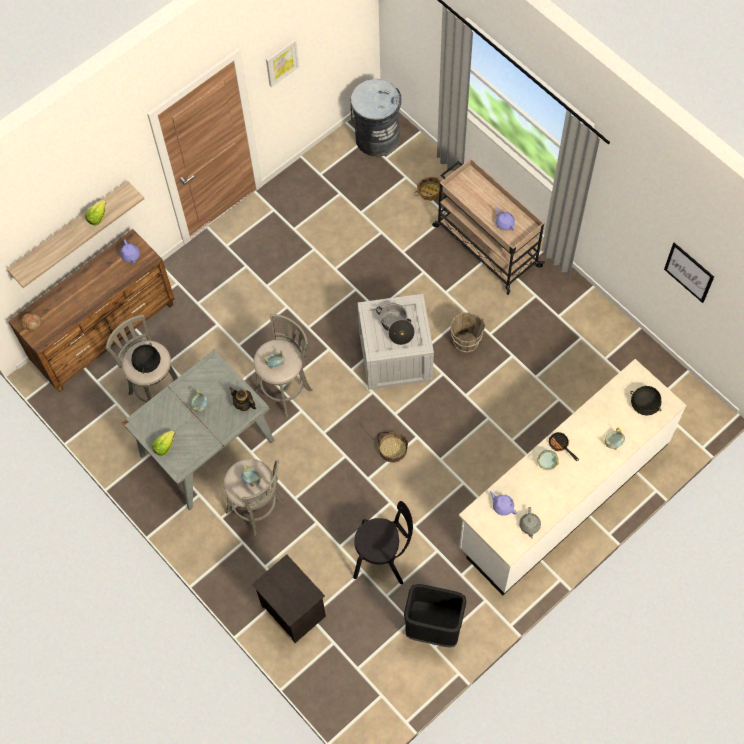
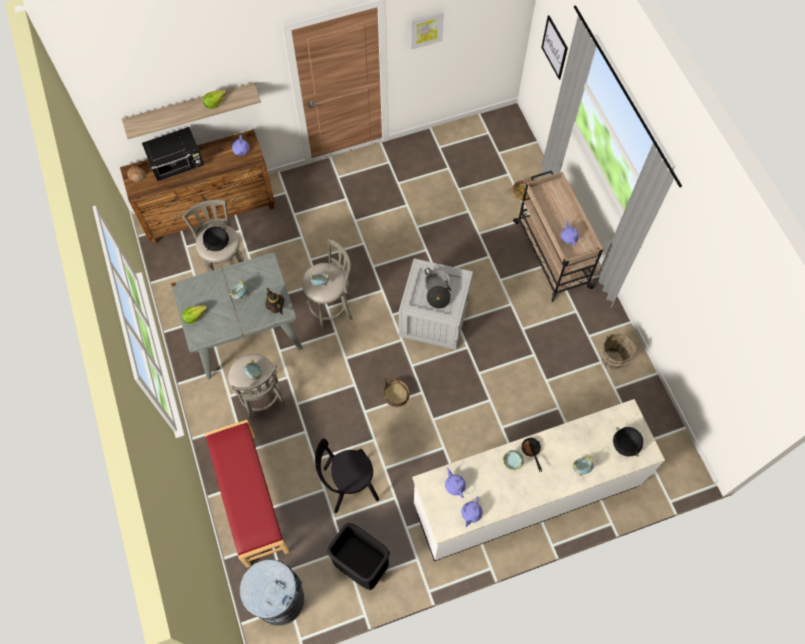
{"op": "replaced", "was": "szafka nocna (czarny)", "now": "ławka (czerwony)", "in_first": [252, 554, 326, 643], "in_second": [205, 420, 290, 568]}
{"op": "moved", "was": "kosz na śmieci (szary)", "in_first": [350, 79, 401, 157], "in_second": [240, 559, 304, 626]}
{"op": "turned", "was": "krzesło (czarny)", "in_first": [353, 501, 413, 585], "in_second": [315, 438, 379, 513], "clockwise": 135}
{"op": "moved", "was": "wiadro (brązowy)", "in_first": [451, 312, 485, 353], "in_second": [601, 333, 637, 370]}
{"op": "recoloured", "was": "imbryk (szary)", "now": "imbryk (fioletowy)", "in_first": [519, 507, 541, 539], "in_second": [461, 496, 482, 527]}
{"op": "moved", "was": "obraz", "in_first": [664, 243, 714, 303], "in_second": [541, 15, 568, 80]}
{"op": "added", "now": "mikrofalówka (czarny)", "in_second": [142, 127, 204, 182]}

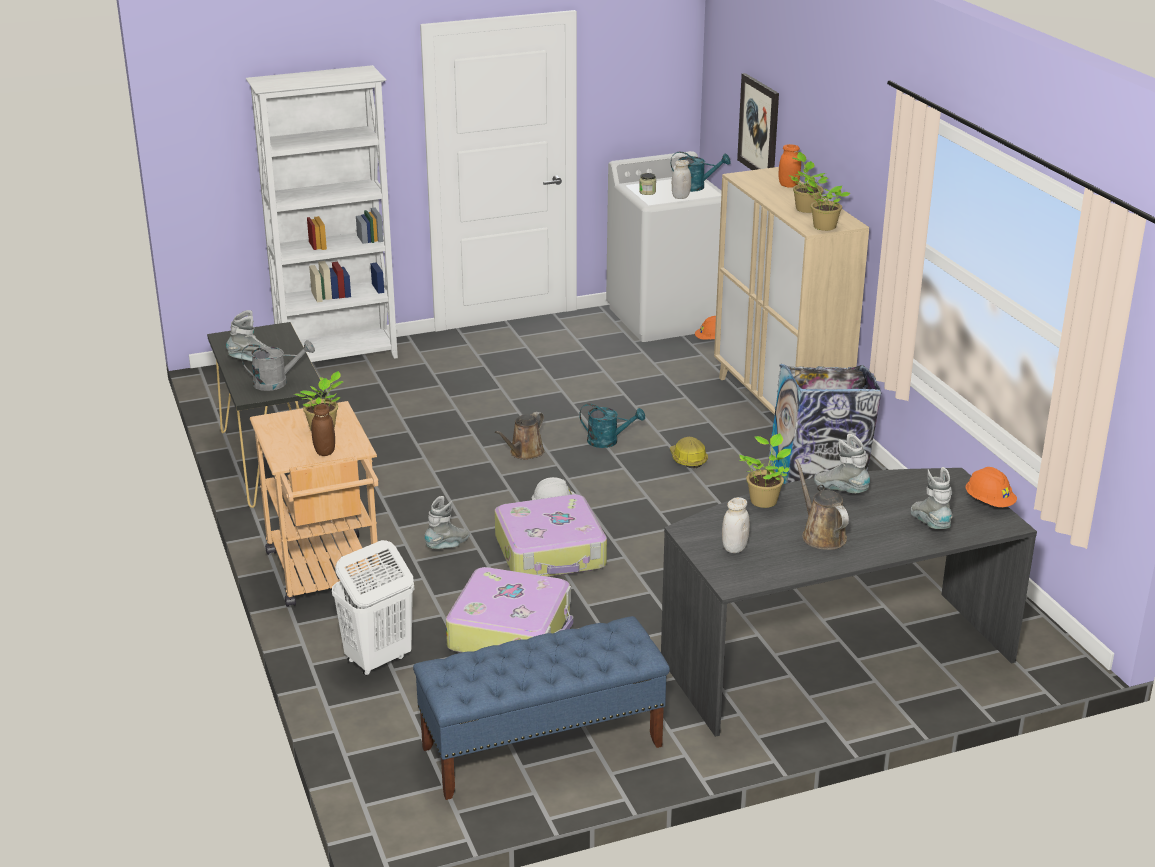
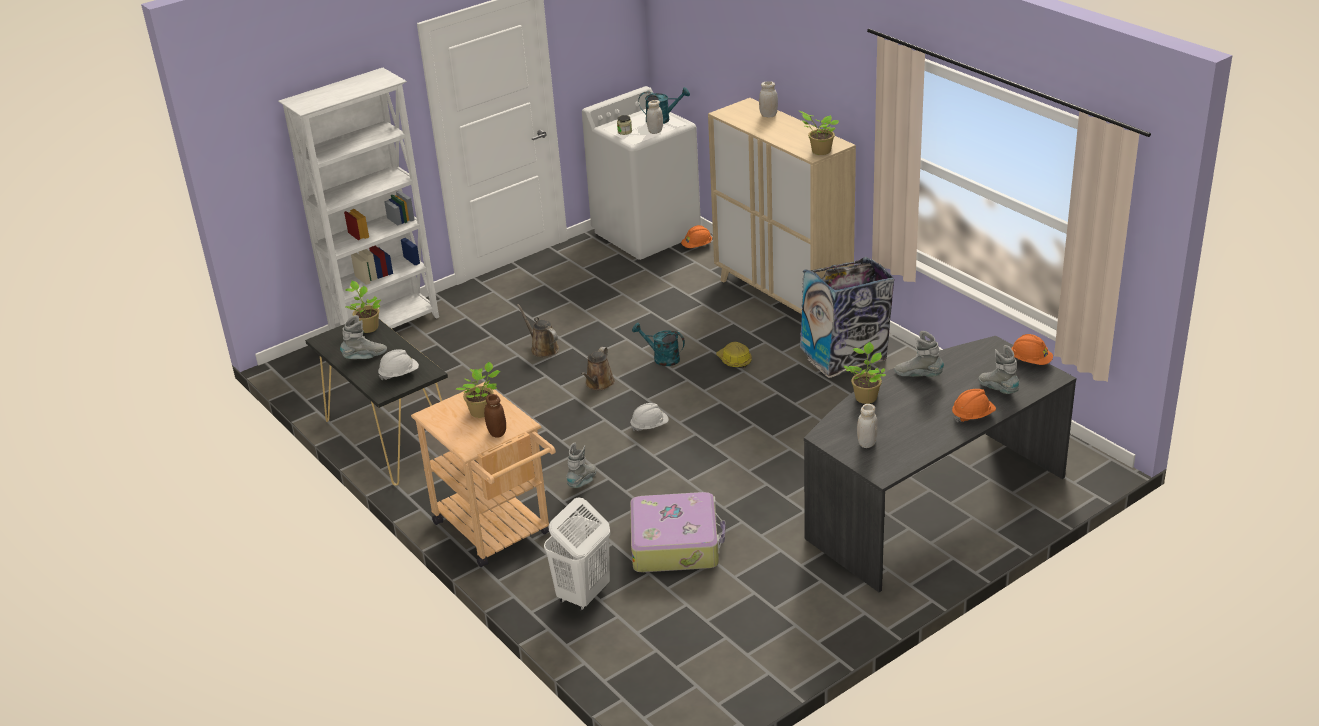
{"op": "replaced", "was": "konewka (szary)", "now": "kask (biały)", "in_first": [241, 340, 315, 391], "in_second": [378, 349, 419, 380]}
{"op": "removed", "was": "ławka (niebieski)", "in_first": [413, 616, 670, 800]}
{"op": "removed", "was": "walizka", "in_first": [495, 494, 607, 577]}
{"op": "turned", "was": "konewka (turkusowy)", "in_first": [579, 403, 645, 448], "in_second": [632, 323, 685, 366], "clockwise": -150}
{"op": "removed", "was": "obraz", "in_first": [737, 73, 779, 170]}
{"op": "recoloured", "was": "słoik (pomarańczowy)", "now": "słoik (biały)", "in_first": [779, 144, 801, 188], "in_second": [759, 81, 778, 118]}
{"op": "moved", "was": "roślina doniczkowa", "in_first": [788, 152, 828, 213], "in_second": [345, 281, 381, 333]}
{"op": "moved", "was": "konewka (brązowy)", "in_first": [795, 459, 849, 550], "in_second": [517, 304, 559, 358]}
{"op": "added", "now": "kask (pomarańczowy)", "in_second": [952, 389, 996, 422]}

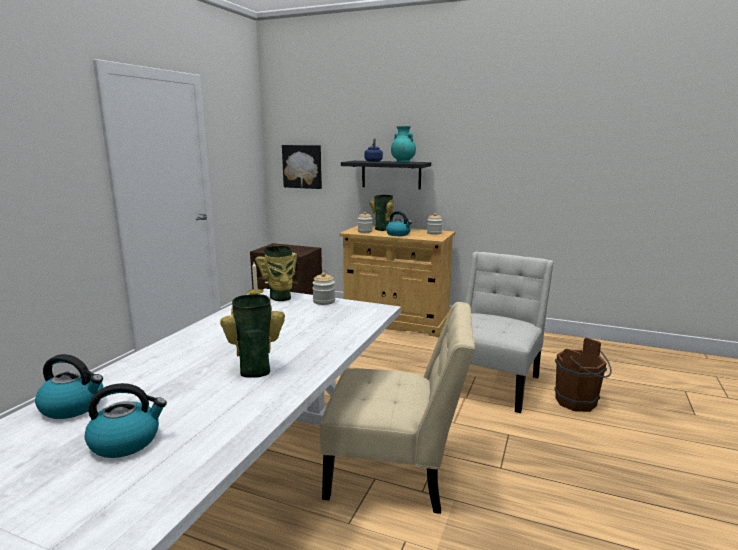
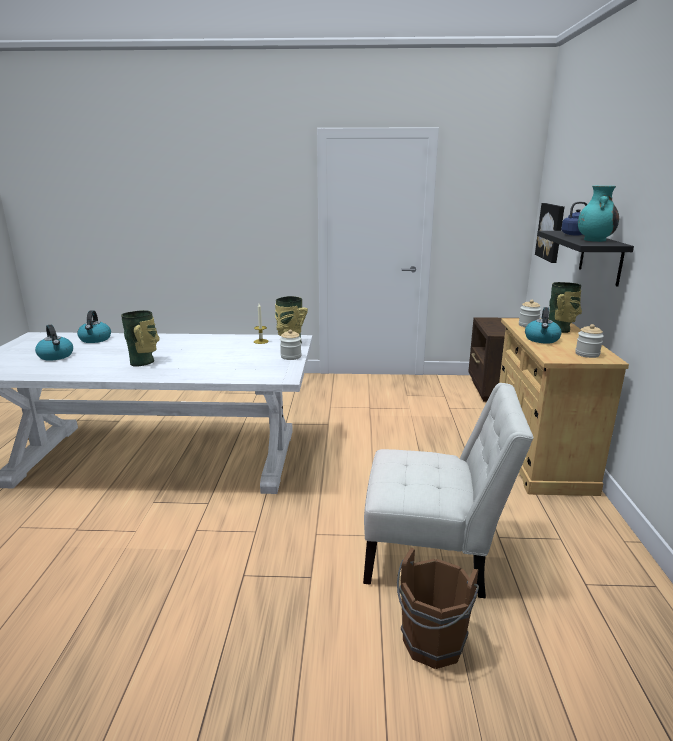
{"op": "removed", "was": "krzesło (beżowy)", "in_first": [320, 302, 475, 514]}

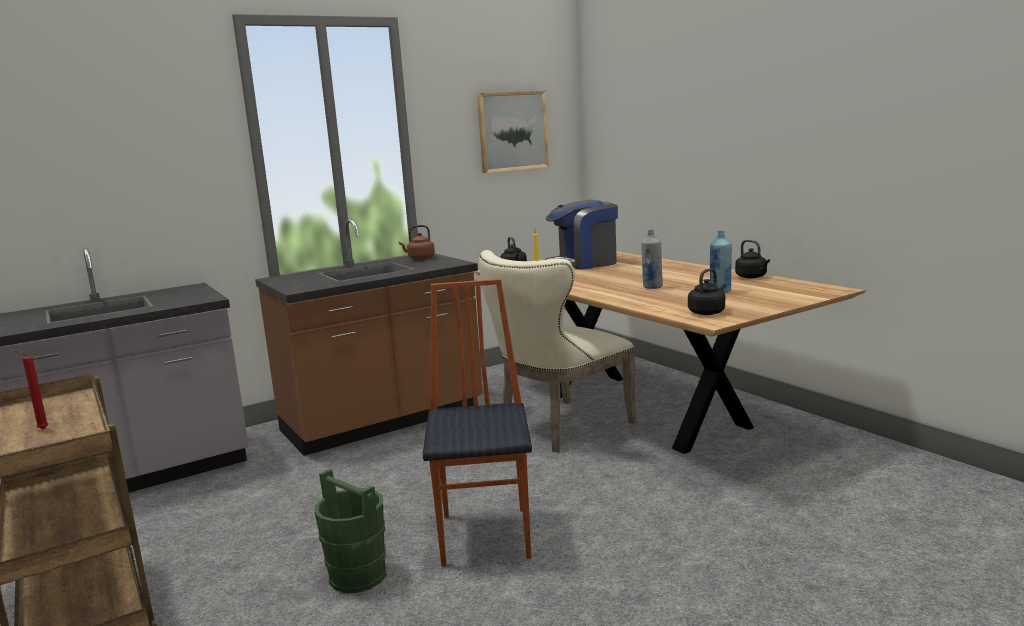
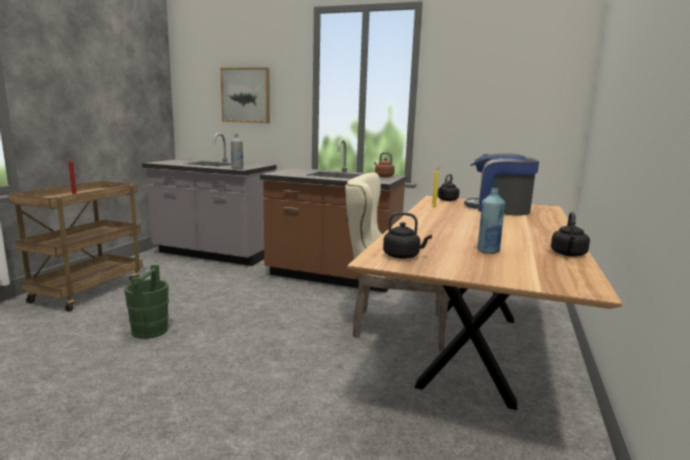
{"op": "removed", "was": "krzesło", "in_first": [423, 279, 532, 566]}
{"op": "moved", "was": "obraz", "in_first": [477, 91, 549, 173], "in_second": [220, 67, 270, 123]}
{"op": "moved", "was": "butelka (szary)", "in_first": [641, 230, 663, 289], "in_second": [231, 134, 243, 169]}

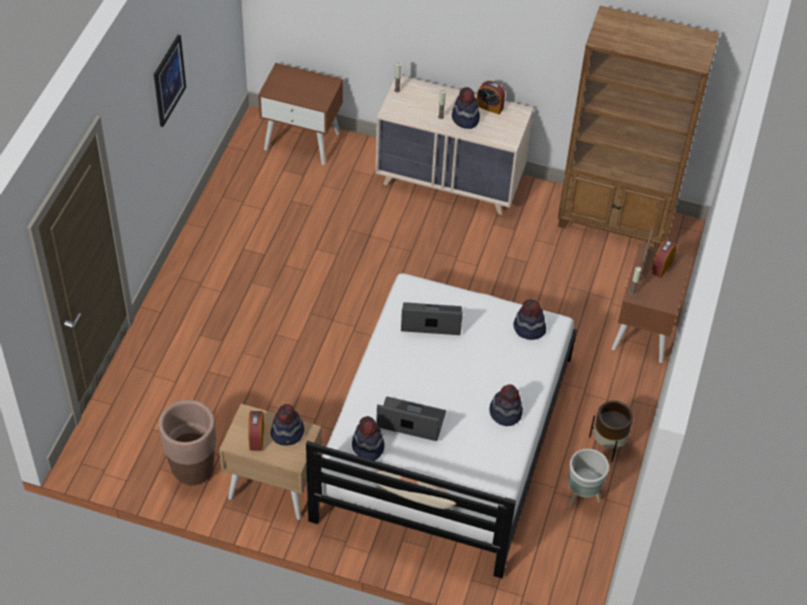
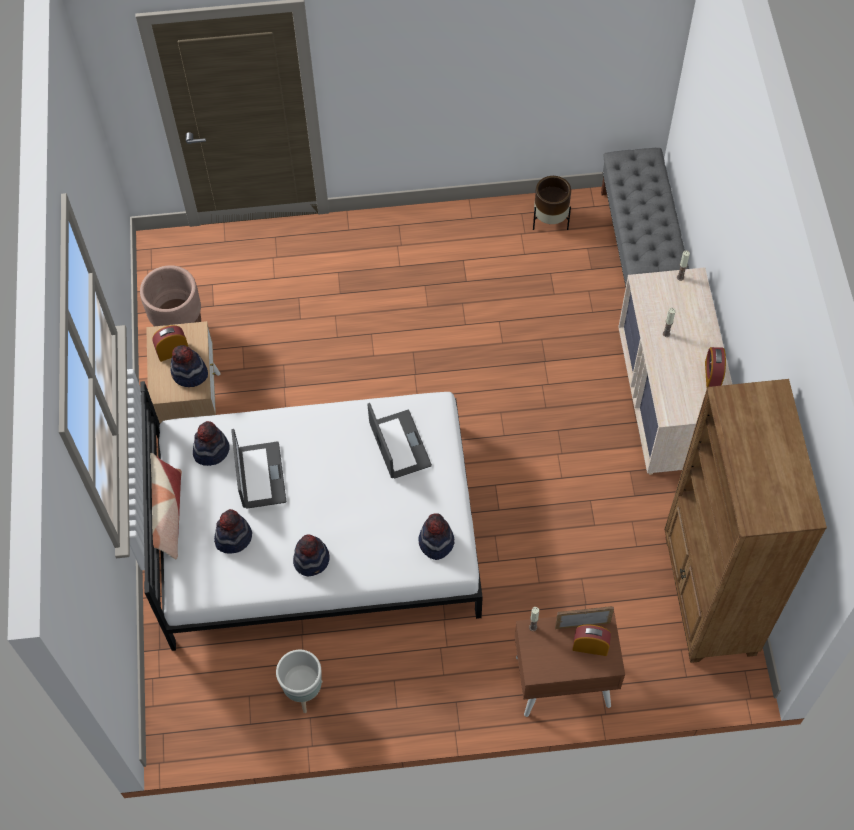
{"op": "removed", "was": "obraz", "in_first": [154, 35, 186, 127]}
{"op": "replaced", "was": "szafka nocna (brązowy)", "now": "ławka (szary)", "in_first": [258, 63, 343, 165], "in_second": [601, 148, 689, 287]}
{"op": "moved", "was": "kapelusz", "in_first": [452, 87, 480, 129], "in_second": [214, 509, 252, 554]}
{"op": "moved", "was": "donica (brązowy)", "in_first": [589, 400, 633, 462], "in_second": [533, 176, 571, 230]}

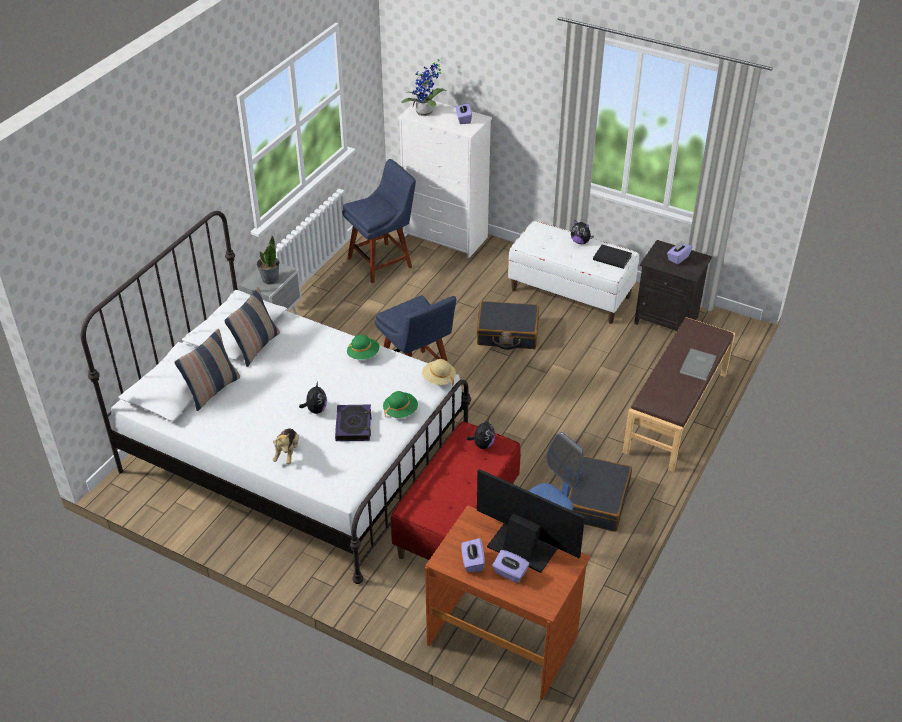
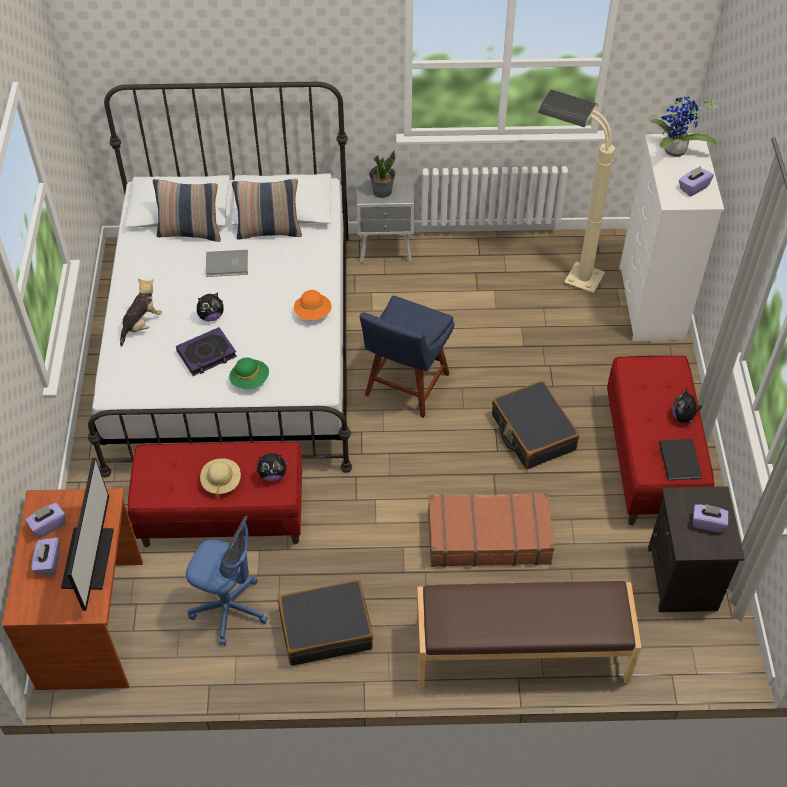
{"op": "turned", "was": "pluszak", "in_first": [273, 429, 299, 464], "in_second": [120, 279, 162, 347], "clockwise": 150}
{"op": "replaced", "was": "krzesło (niebieski)", "now": "lampa stojąca (beżowy)", "in_first": [342, 159, 416, 283], "in_second": [538, 89, 615, 293]}
{"op": "recoloured", "was": "kapelusz (zielony)", "now": "kapelusz (pomarańczowy)", "in_first": [347, 335, 379, 360], "in_second": [294, 290, 332, 320]}
{"op": "moved", "was": "kapelusz (beżowy)", "in_first": [422, 359, 456, 386], "in_second": [200, 458, 241, 499]}
{"op": "recoloured", "was": "ławka (biały)", "now": "ławka (czerwony)", "in_first": [508, 221, 639, 324], "in_second": [607, 356, 714, 525]}
{"op": "moved", "was": "książka (szary)", "in_first": [679, 348, 716, 381], "in_second": [206, 250, 248, 277]}
{"op": "added", "now": "walizka (brązowy)", "in_second": [428, 492, 555, 567]}

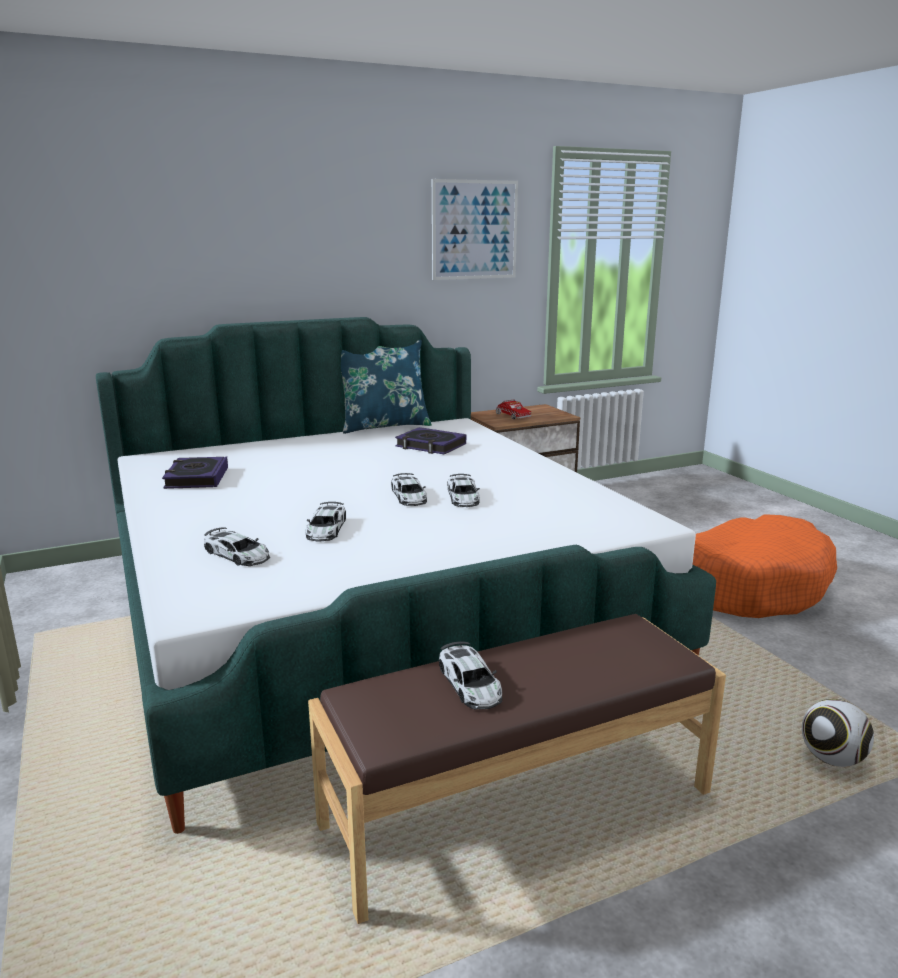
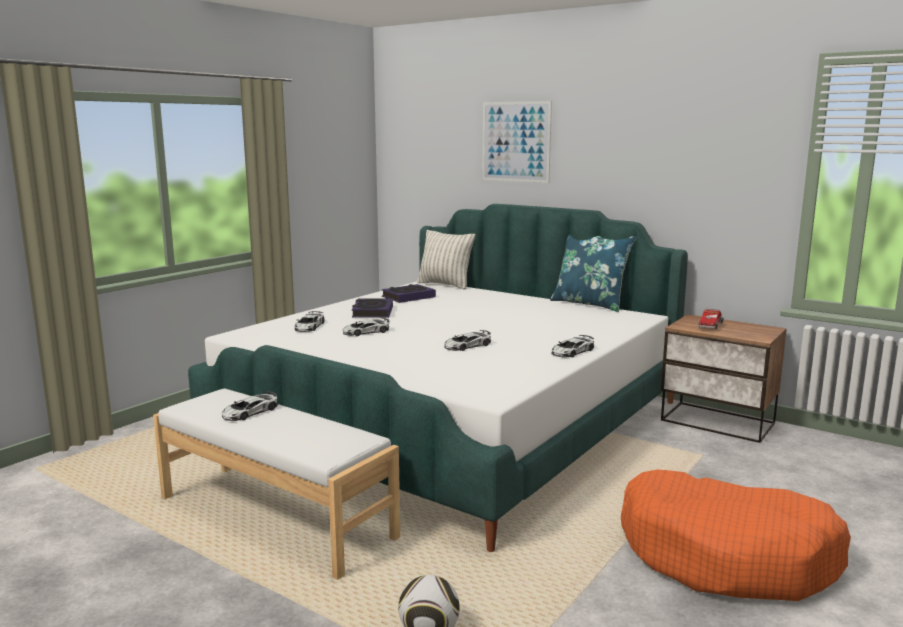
{"op": "recoloured", "was": "ławka (brązowy)", "now": "ławka (biały)", "in_first": [308, 614, 726, 924], "in_second": [153, 388, 400, 580]}
{"op": "moved", "was": "samochodzik", "in_first": [391, 473, 427, 506], "in_second": [551, 335, 594, 358]}
{"op": "moved", "was": "książka", "in_first": [395, 427, 466, 454], "in_second": [352, 299, 393, 318]}
{"op": "moved", "was": "obraz", "in_first": [432, 179, 518, 280], "in_second": [482, 101, 552, 183]}
{"op": "added", "now": "poduszka", "in_second": [417, 230, 475, 289]}

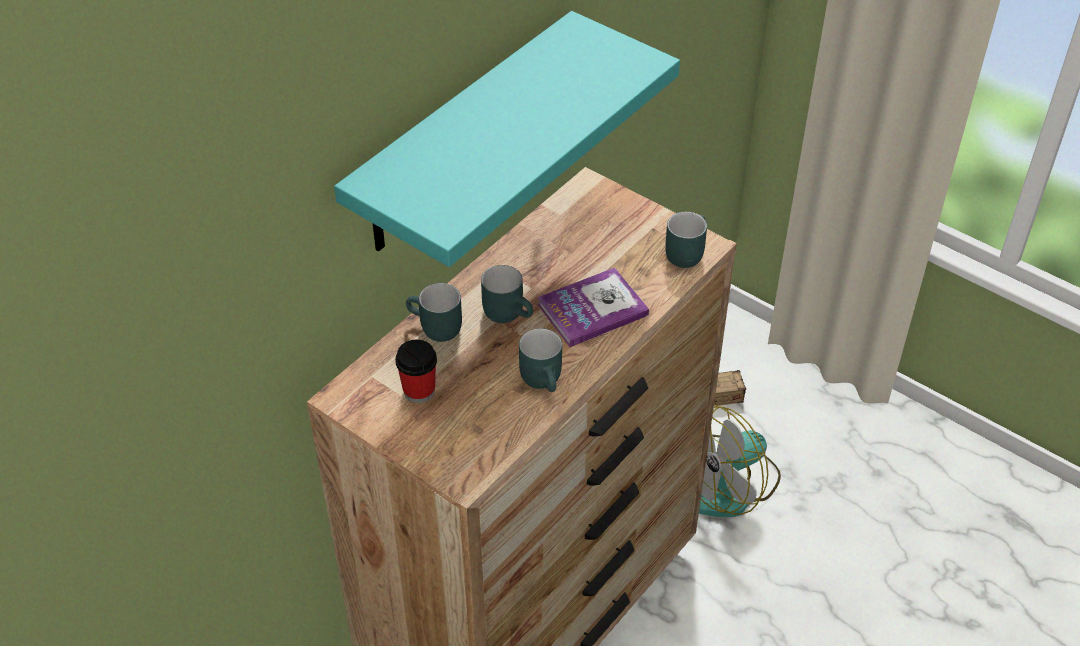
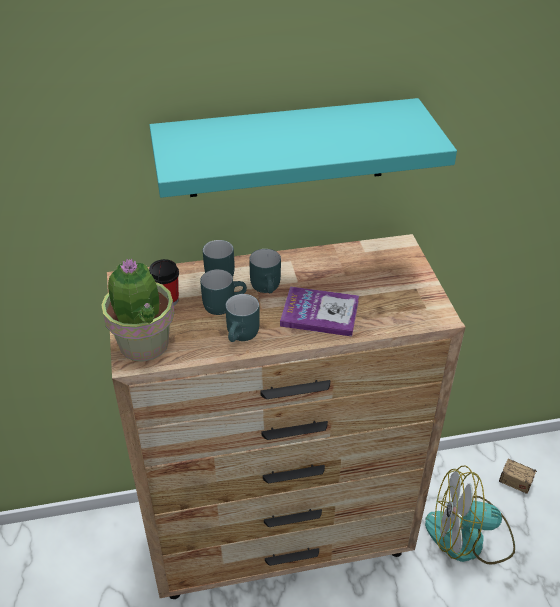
{"op": "moved", "was": "kubek (turkusowy)", "in_first": [665, 212, 707, 268], "in_second": [200, 269, 247, 315]}
{"op": "added", "now": "roślina doniczkowa", "in_second": [101, 258, 174, 362]}

